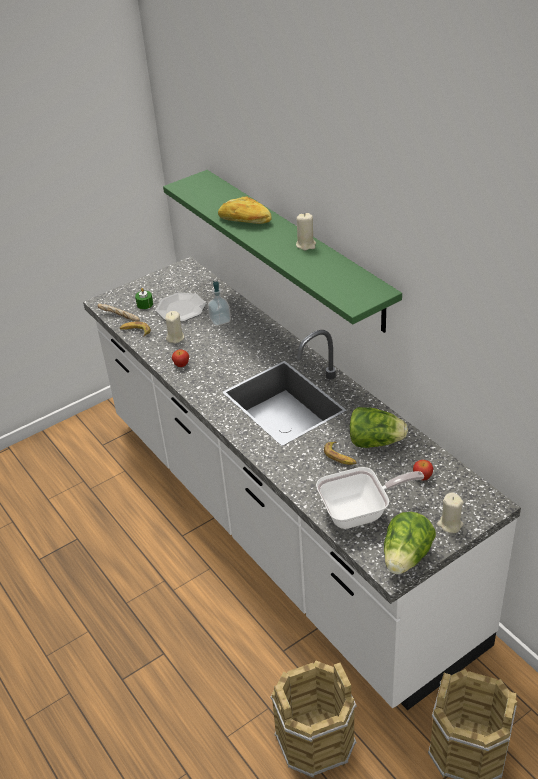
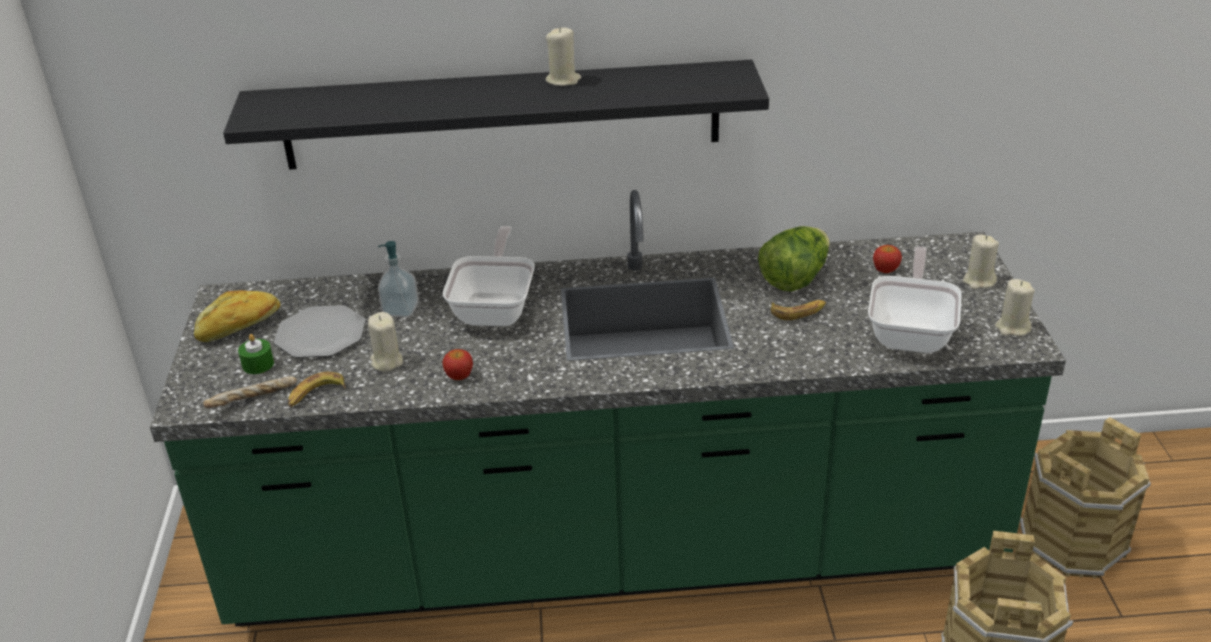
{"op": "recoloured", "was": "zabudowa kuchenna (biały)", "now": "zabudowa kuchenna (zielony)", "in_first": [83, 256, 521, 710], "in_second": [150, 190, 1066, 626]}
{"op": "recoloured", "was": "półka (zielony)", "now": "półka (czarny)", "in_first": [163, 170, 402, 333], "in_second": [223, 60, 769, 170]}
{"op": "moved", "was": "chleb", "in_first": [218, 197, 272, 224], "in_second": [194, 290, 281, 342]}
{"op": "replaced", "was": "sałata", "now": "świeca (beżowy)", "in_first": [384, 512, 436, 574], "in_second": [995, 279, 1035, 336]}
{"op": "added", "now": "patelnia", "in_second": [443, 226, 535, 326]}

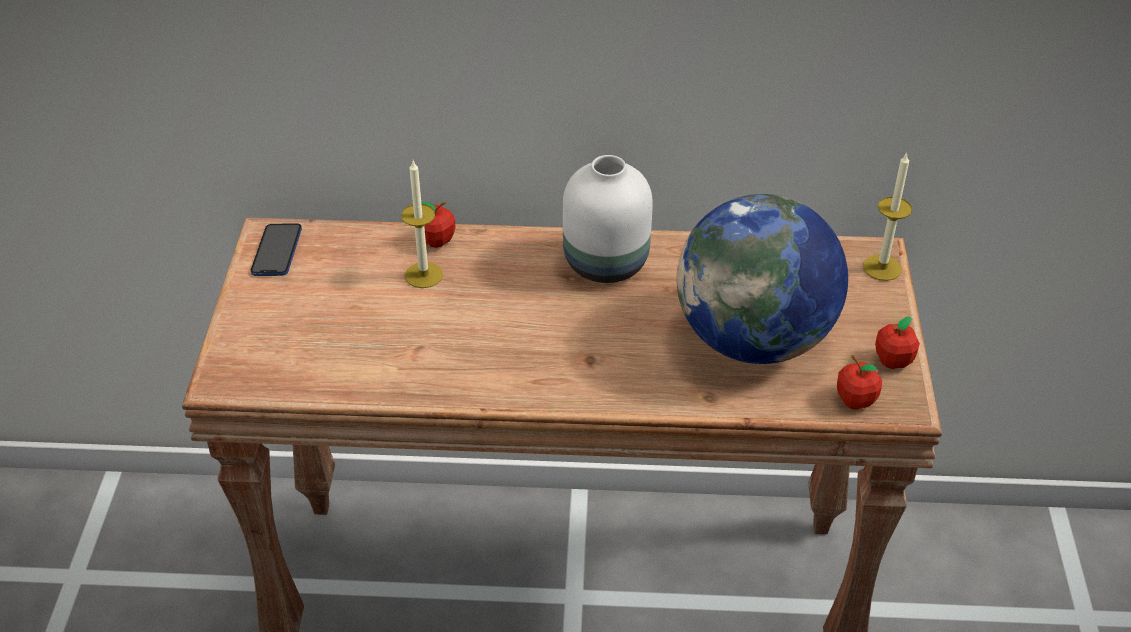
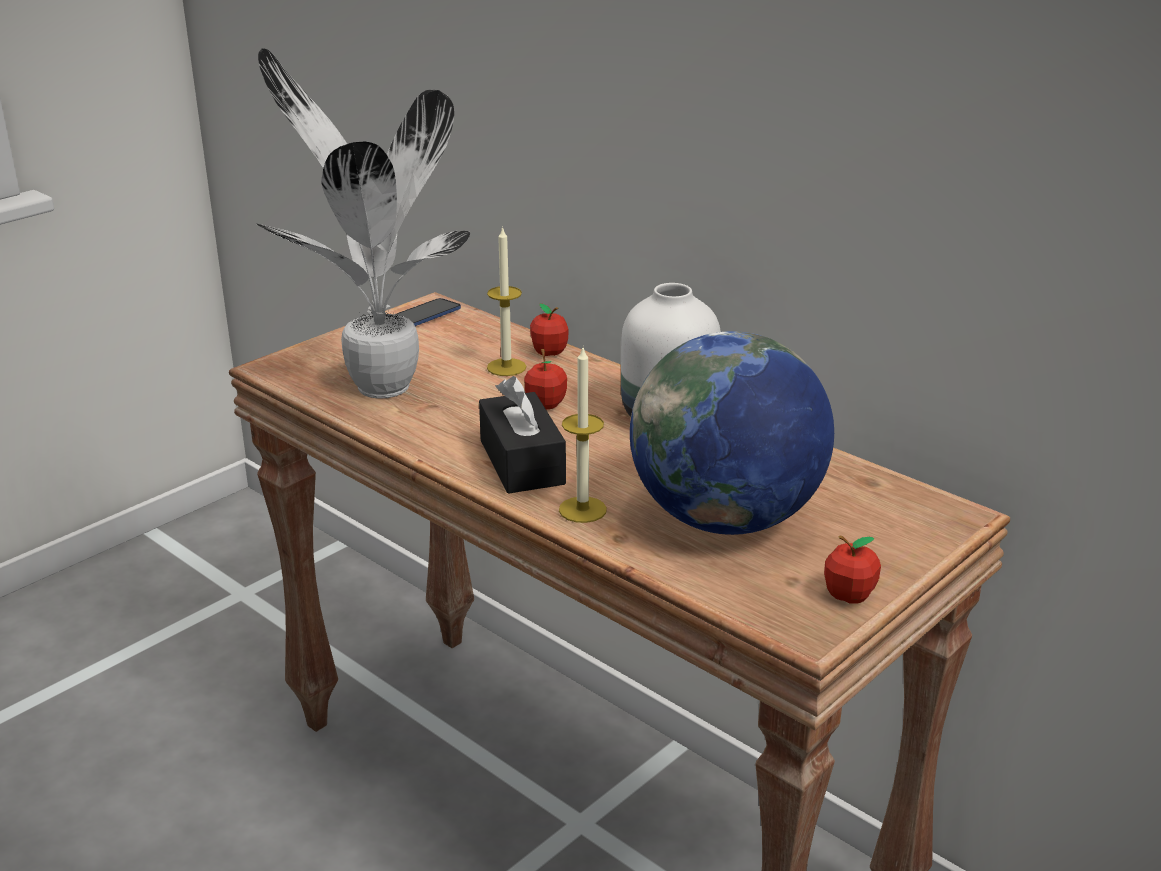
{"op": "moved", "was": "jabłko", "in_first": [837, 355, 882, 410], "in_second": [524, 349, 567, 410]}
{"op": "moved", "was": "świeca", "in_first": [863, 152, 912, 281], "in_second": [559, 348, 607, 523]}
{"op": "added", "now": "roślina doniczkowa", "in_second": [256, 48, 470, 399]}
{"op": "added", "now": "pudełko chusteczek (czarny)", "in_second": [479, 376, 566, 494]}

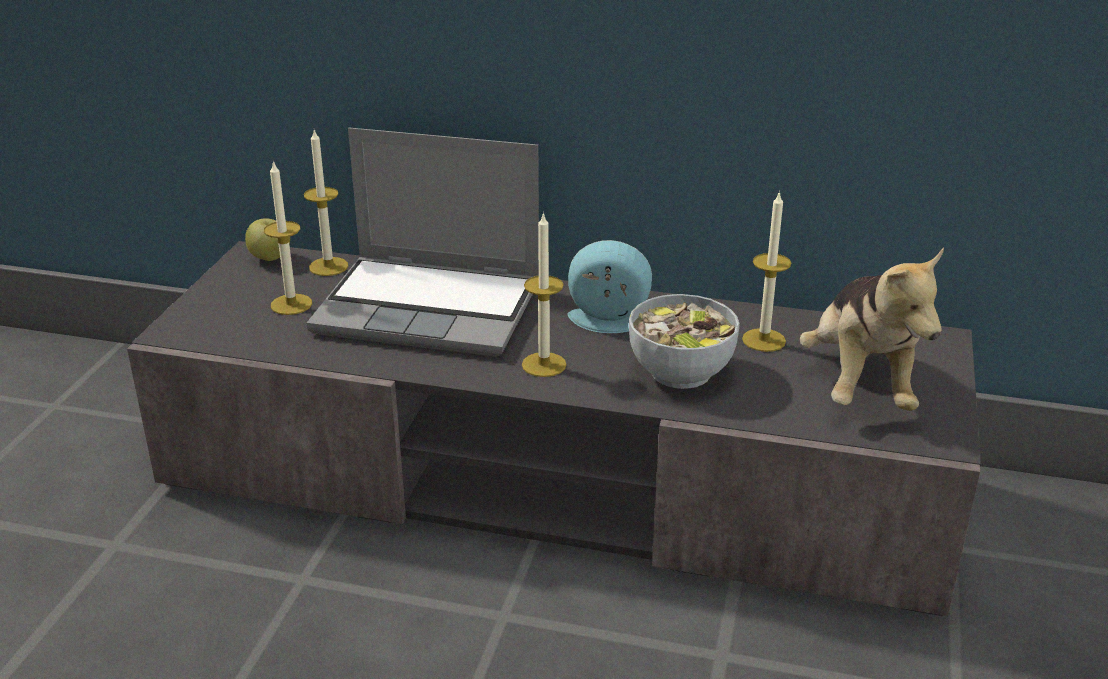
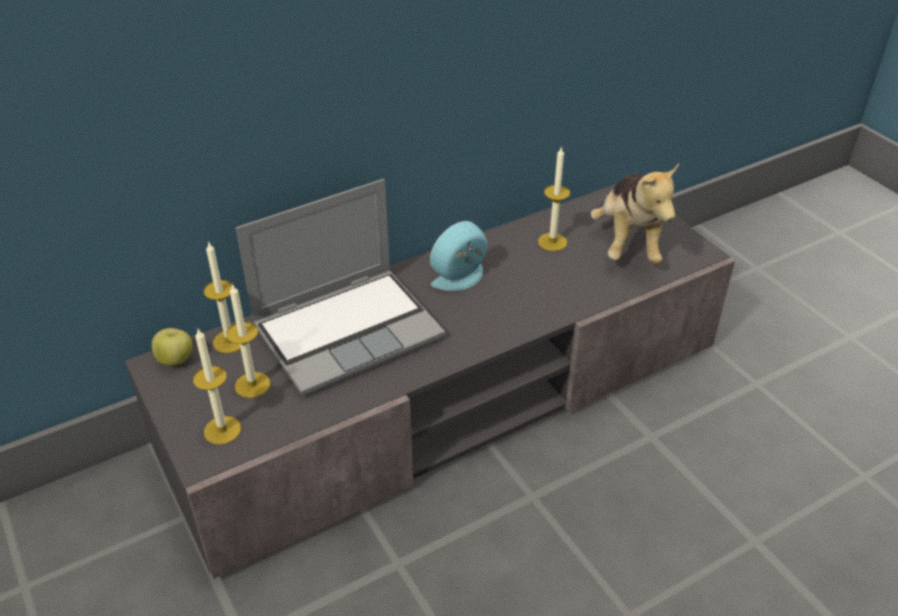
{"op": "moved", "was": "świeca", "in_first": [522, 212, 567, 377], "in_second": [193, 329, 241, 445]}
{"op": "removed", "was": "miska", "in_first": [629, 294, 740, 389]}
{"op": "turned", "was": "pluszak", "in_first": [800, 248, 944, 411], "in_second": [591, 164, 679, 264], "clockwise": 45}

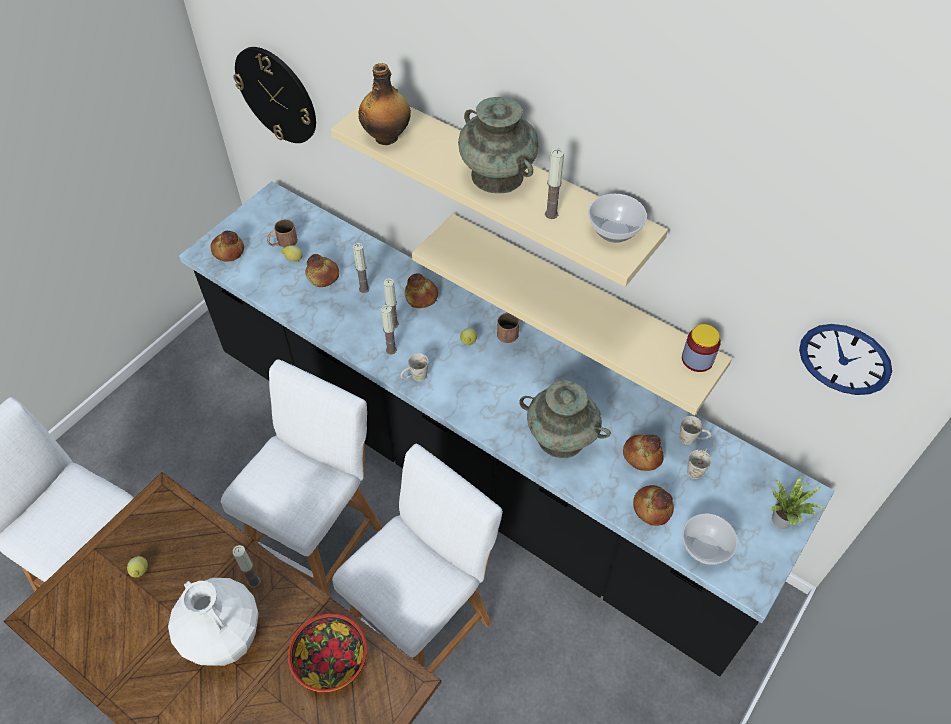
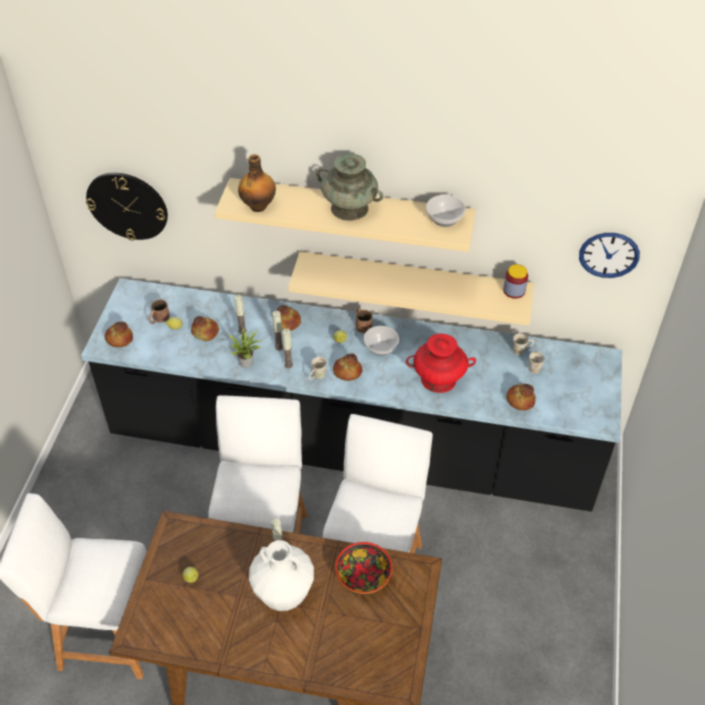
{"op": "recoloured", "was": "wazon (turkusowy)", "now": "wazon (czerwony)", "in_first": [519, 380, 611, 458], "in_second": [406, 334, 476, 393]}
{"op": "removed", "was": "świeca", "in_first": [545, 148, 564, 219]}
{"op": "moved", "was": "chleb", "in_first": [623, 434, 664, 471], "in_second": [333, 353, 362, 381]}
{"op": "moved", "was": "miska", "in_first": [682, 514, 737, 565], "in_second": [364, 326, 399, 356]}
{"op": "moved", "was": "roślina doniczkowa", "in_first": [770, 476, 824, 529], "in_second": [229, 328, 261, 368]}

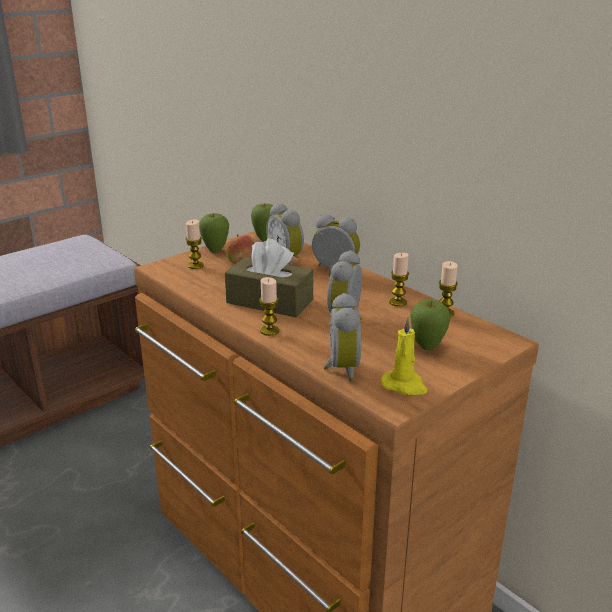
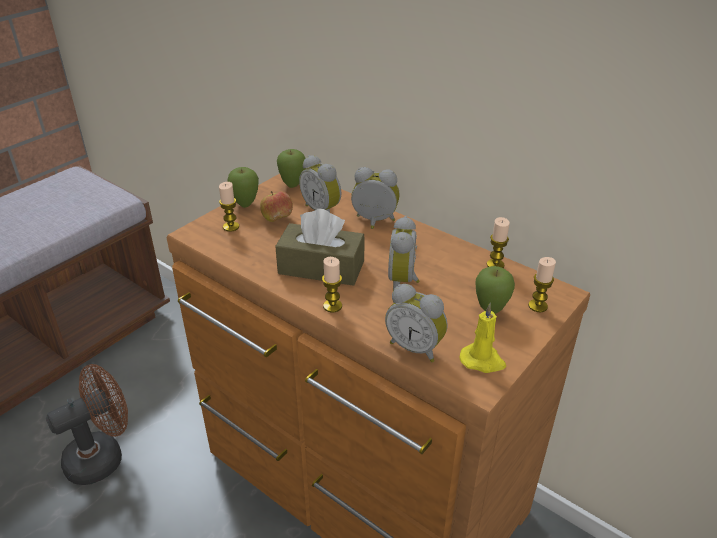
{"op": "turned", "was": "budzik", "in_first": [324, 293, 361, 382], "in_second": [385, 284, 448, 362], "clockwise": 135}
{"op": "moved", "was": "świeca", "in_first": [389, 253, 409, 307], "in_second": [528, 257, 556, 312]}
{"op": "added", "now": "wentylator (brązowy)", "in_second": [46, 364, 128, 485]}

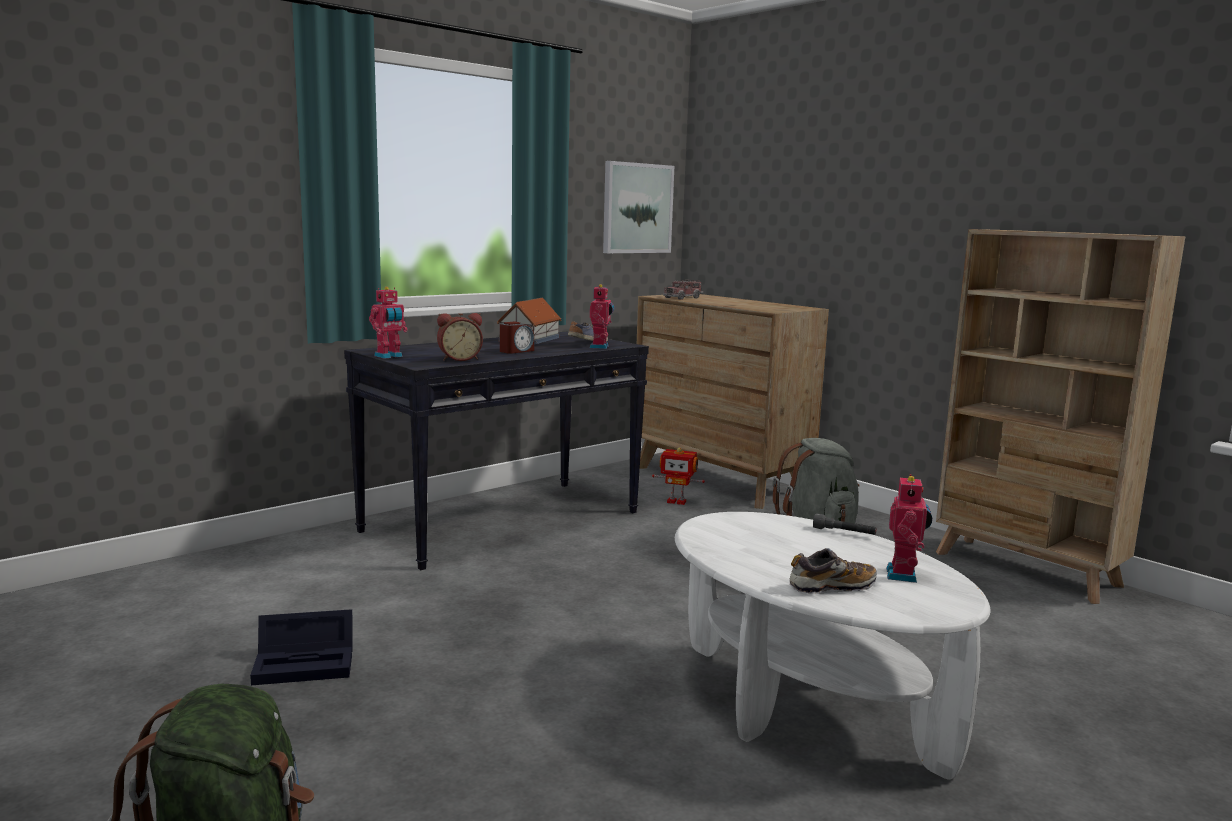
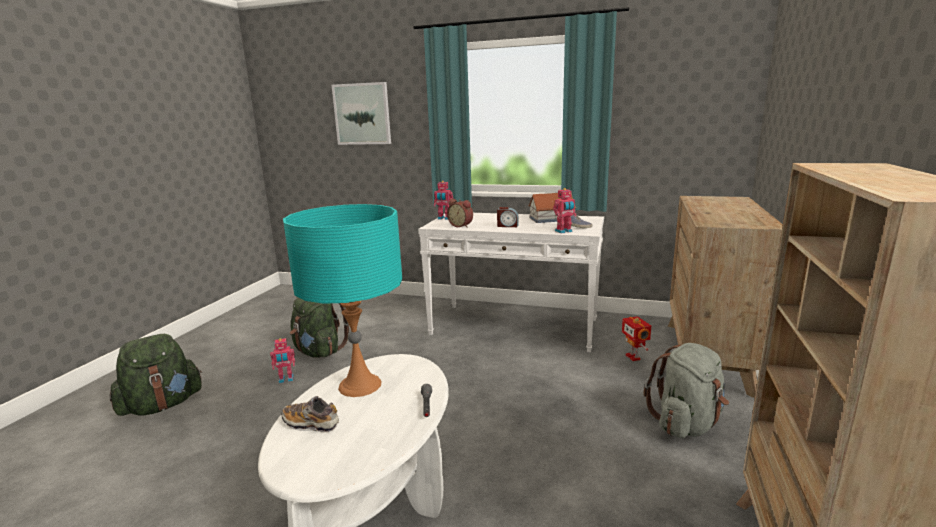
{"op": "replaced", "was": "pojemnik do przechowywania (czarny)", "now": "plecak (zielony)", "in_first": [250, 609, 353, 685], "in_second": [290, 298, 349, 358]}
{"op": "recoloured", "was": "stolik konsolowy (czarny)", "now": "stolik konsolowy (biały)", "in_first": [344, 331, 649, 570], "in_second": [418, 213, 604, 352]}
{"op": "moved", "was": "obraz", "in_first": [603, 161, 674, 253], "in_second": [332, 82, 391, 145]}
{"op": "removed", "was": "ciężarówka zabawkowa", "in_first": [663, 280, 703, 300]}
{"op": "turned", "was": "but", "in_first": [789, 548, 877, 594], "in_second": [282, 396, 339, 432], "clockwise": 150}
{"op": "moved", "was": "robot zabawkowy", "in_first": [886, 474, 932, 583], "in_second": [270, 338, 295, 383]}
{"op": "added", "now": "lampa stołowa (turkusowy)", "in_second": [283, 204, 402, 397]}

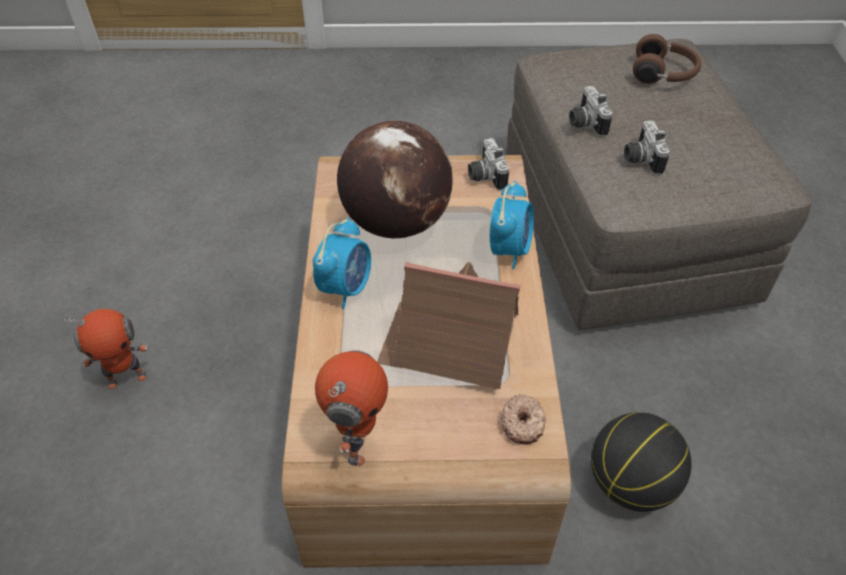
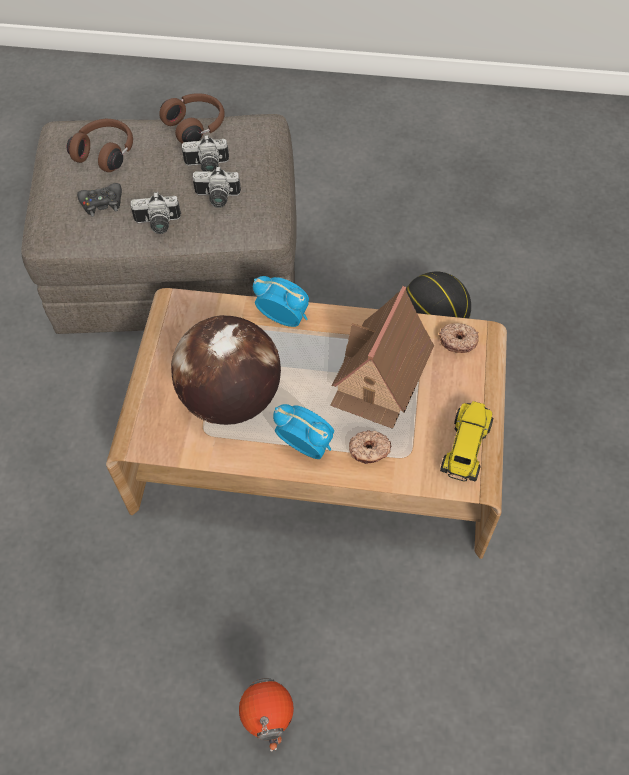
{"op": "replaced", "was": "robot zabawkowy", "now": "ciężarówka zabawkowa", "in_first": [315, 350, 388, 466], "in_second": [440, 401, 493, 482]}
{"op": "moved", "was": "aparat fotograficzny", "in_first": [468, 138, 509, 191], "in_second": [182, 135, 229, 172]}
{"op": "added", "now": "pad do gier (czarny)", "in_second": [77, 183, 122, 217]}
{"op": "added", "now": "słuchawki (brązowy)", "in_second": [159, 93, 225, 143]}
{"op": "added", "now": "donut", "in_second": [349, 430, 391, 464]}

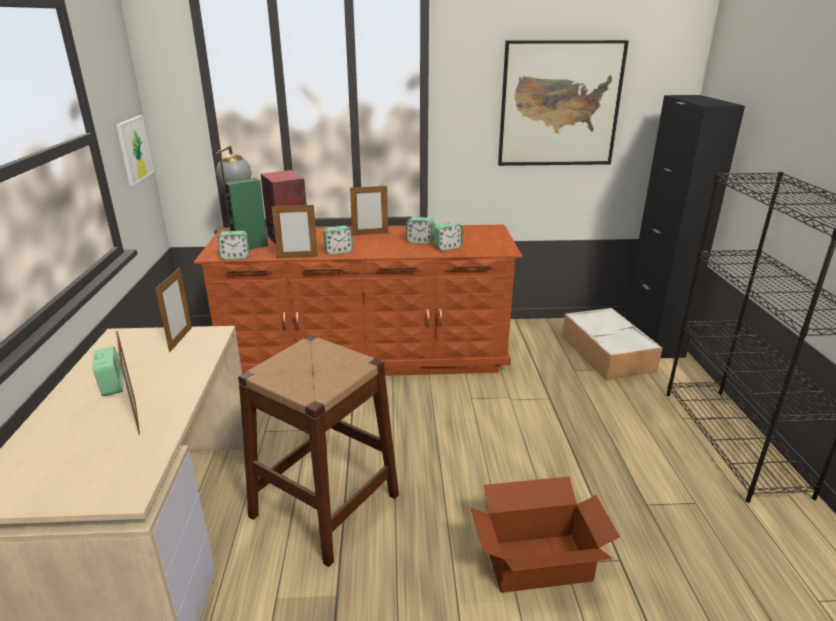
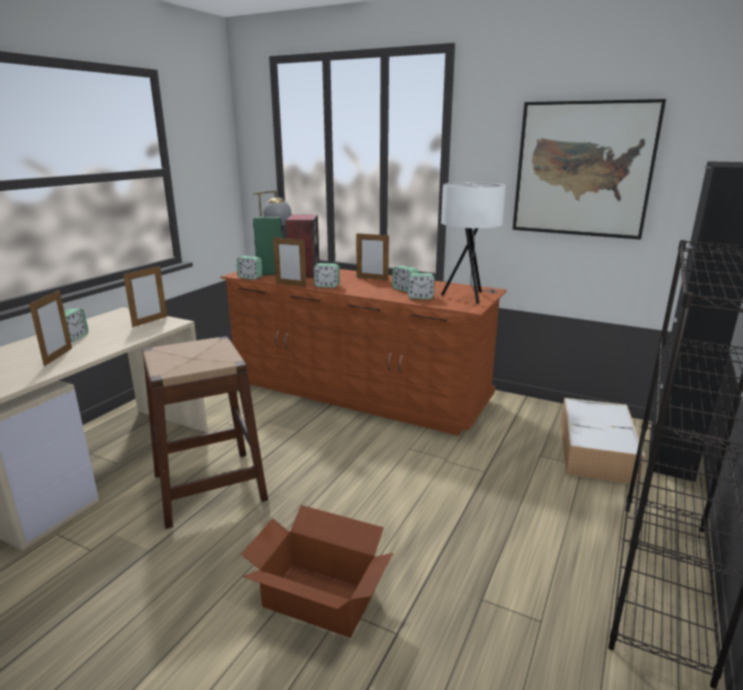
{"op": "removed", "was": "obraz", "in_first": [116, 115, 154, 186]}
{"op": "added", "now": "lampa stołowa (biały)", "in_second": [441, 182, 506, 304]}

